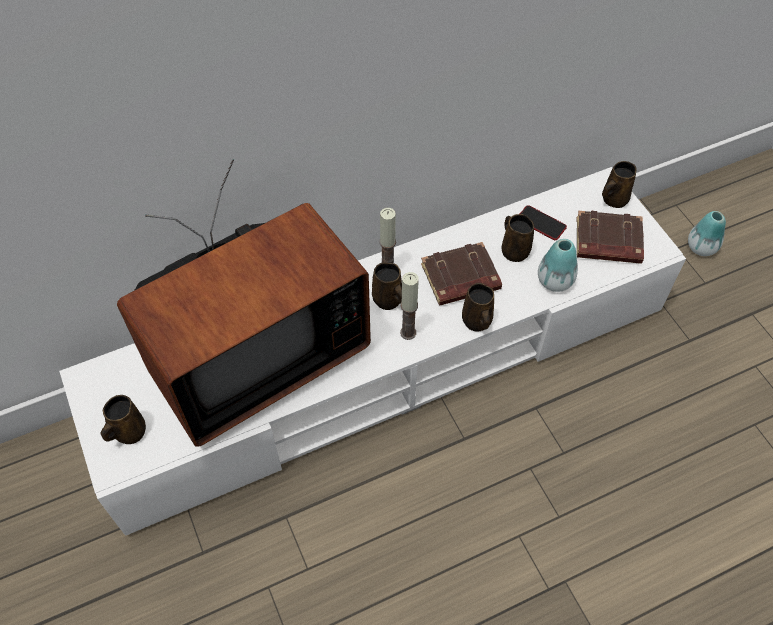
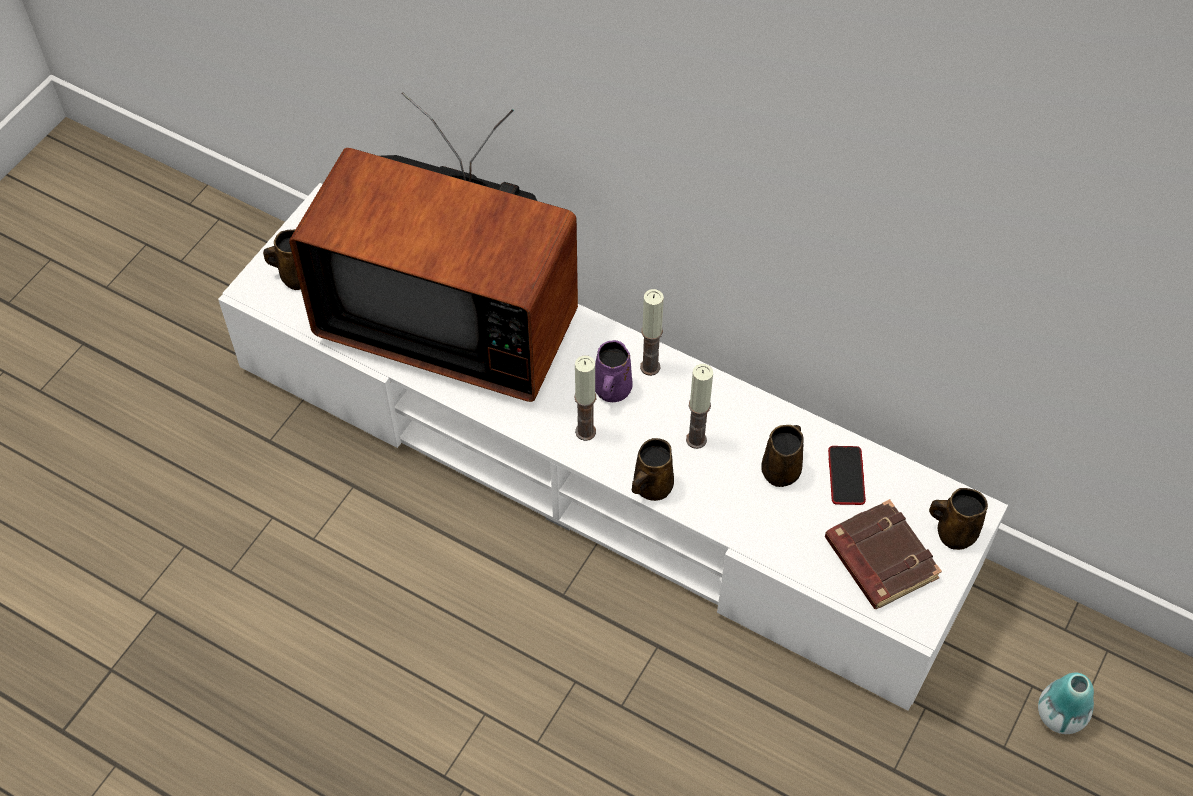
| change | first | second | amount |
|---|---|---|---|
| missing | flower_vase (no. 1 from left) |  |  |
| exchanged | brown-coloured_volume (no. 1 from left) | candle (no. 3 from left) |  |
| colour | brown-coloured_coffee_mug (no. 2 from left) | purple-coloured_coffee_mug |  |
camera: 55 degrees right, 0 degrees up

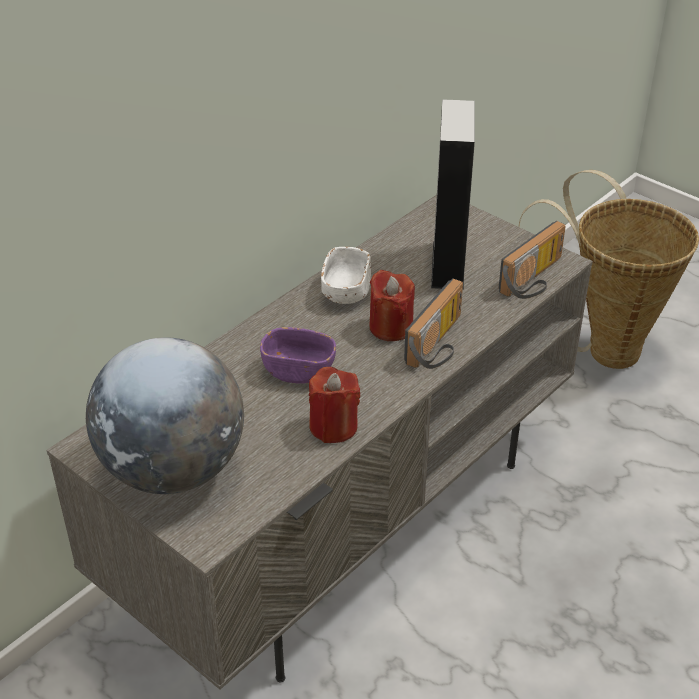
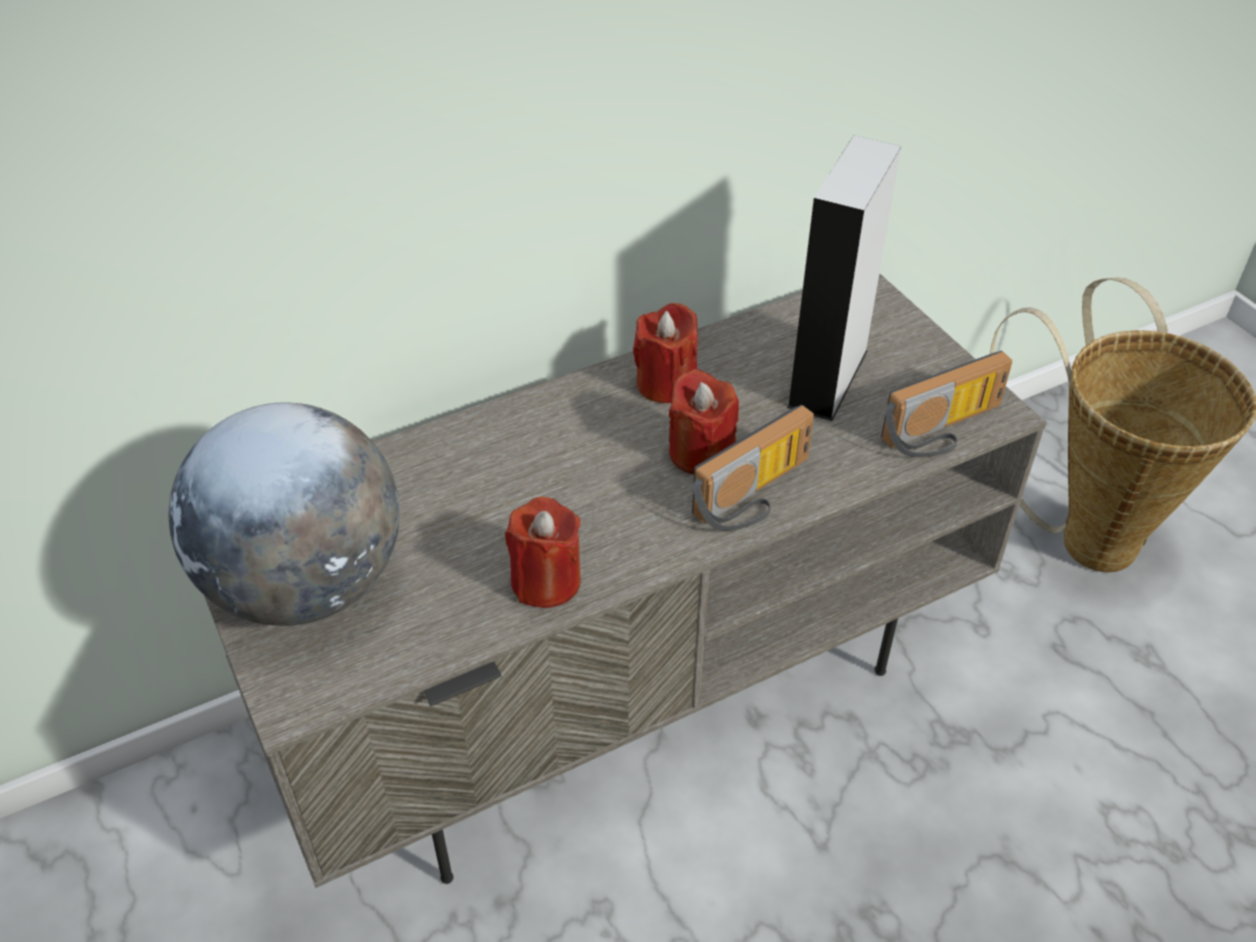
| change | first | second | amount |
|---|---|---|---|
| exchanged | white_serving_bowl | red_candle (no. 2 from left) |  |
| missing | purple-coloured_serving_bowl |  |  |
camera: 20 degrees right, 5 degrees up

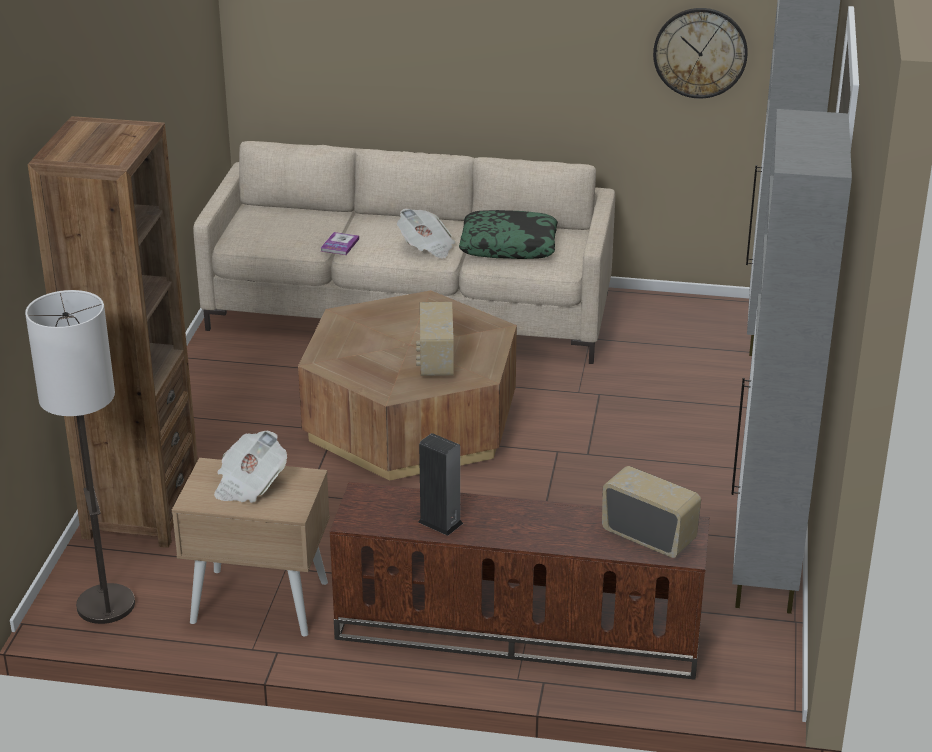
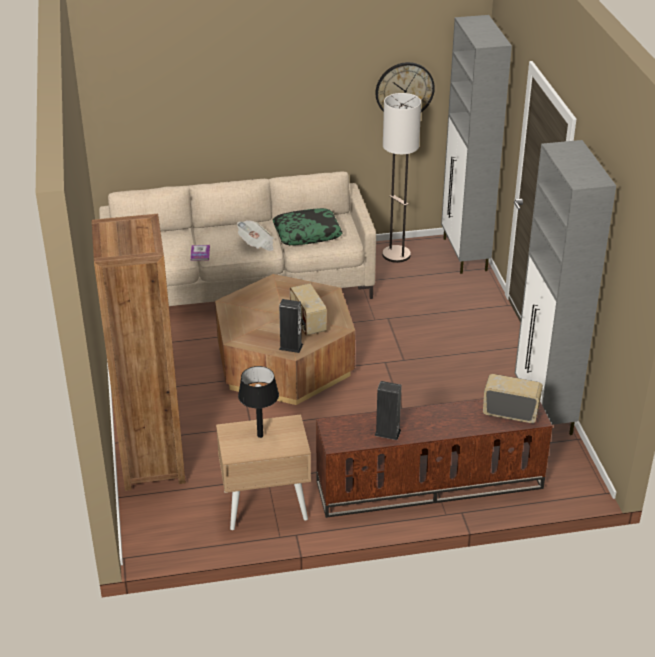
| change | first | second | amount |
|---|---|---|---|
| relocated | standard_lamp |  |  |
| exchanged | daily_paper (no. 1 from left) | black-coloured_tabletop_lamp |  |
| appeared |  | speaker (no. 1 from left) |  |
camera: 20 degrees left, 5 degrees up

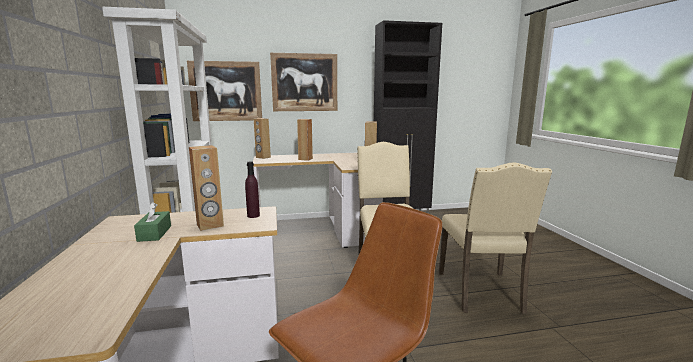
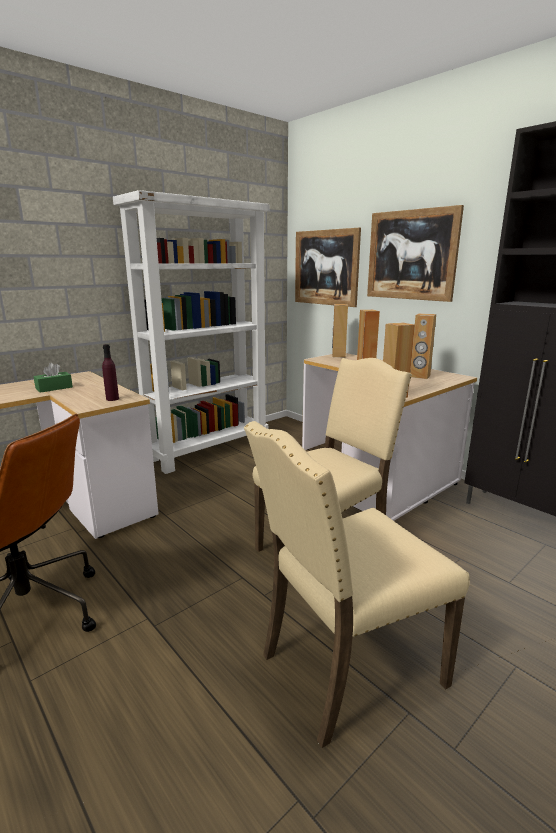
| change | first | second | amount |
|---|---|---|---|
| relocated | brown-coloured_speaker (no. 1 from left in the first image) | brown-coloured_speaker (no. 4 from left) |  |
camera: 60 degrees right, 5 degrees up

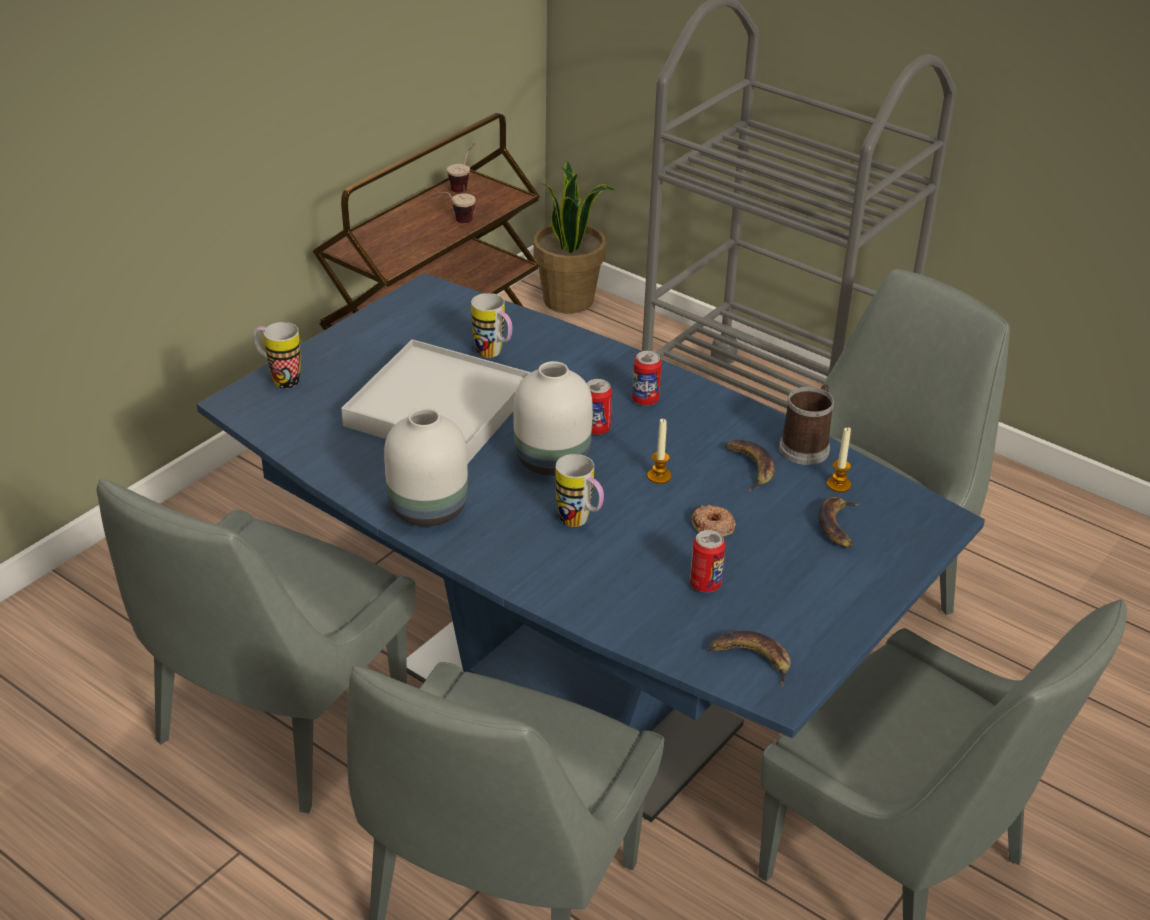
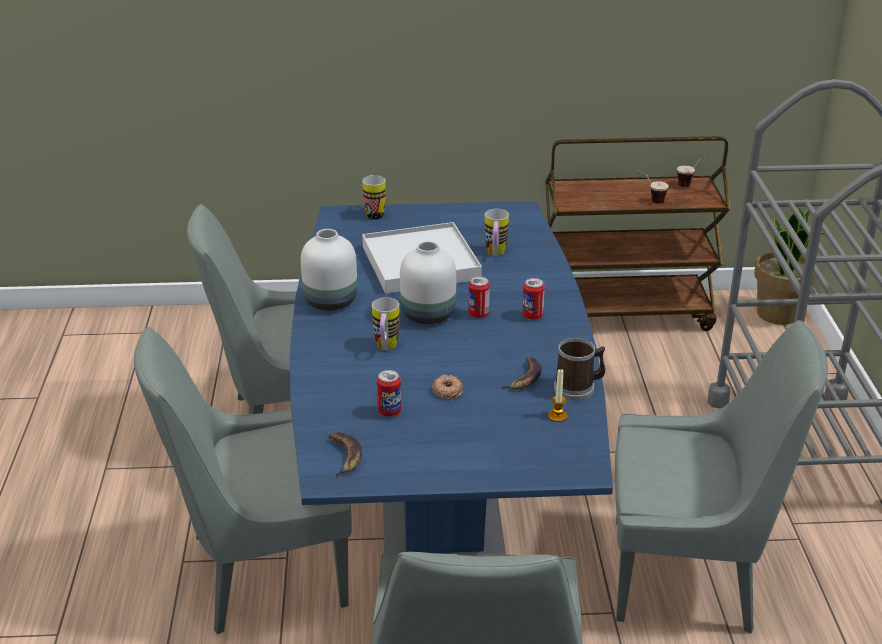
| change | first | second | amount |
|---|---|---|---|
| missing | candle (no. 1 from left) |  |  |
| missing | whole_banana (no. 3 from left) |  |  |
camera: 50 degrees right, 5 degrees down

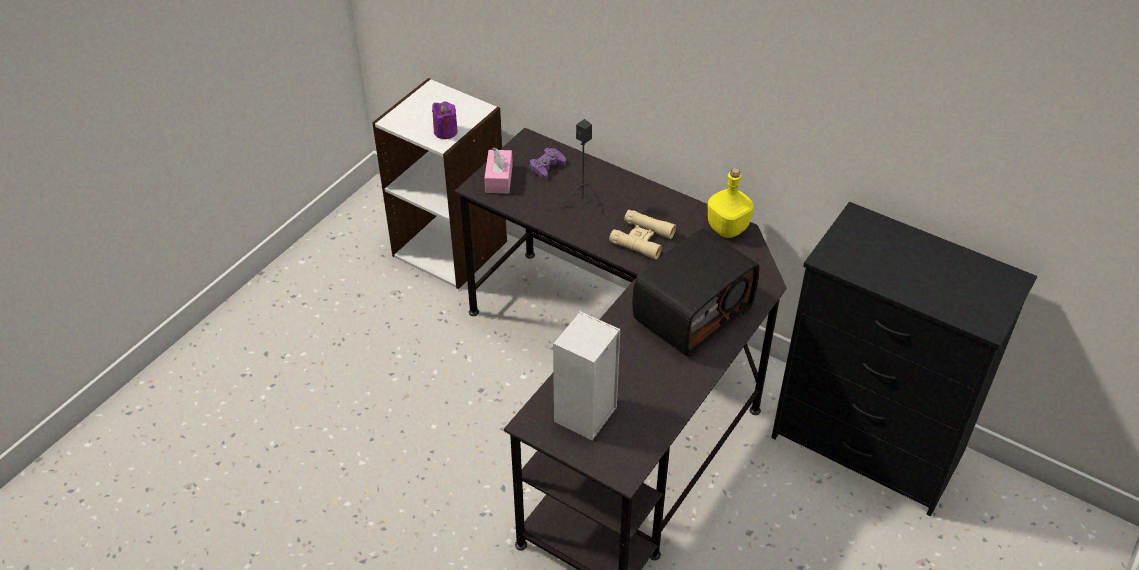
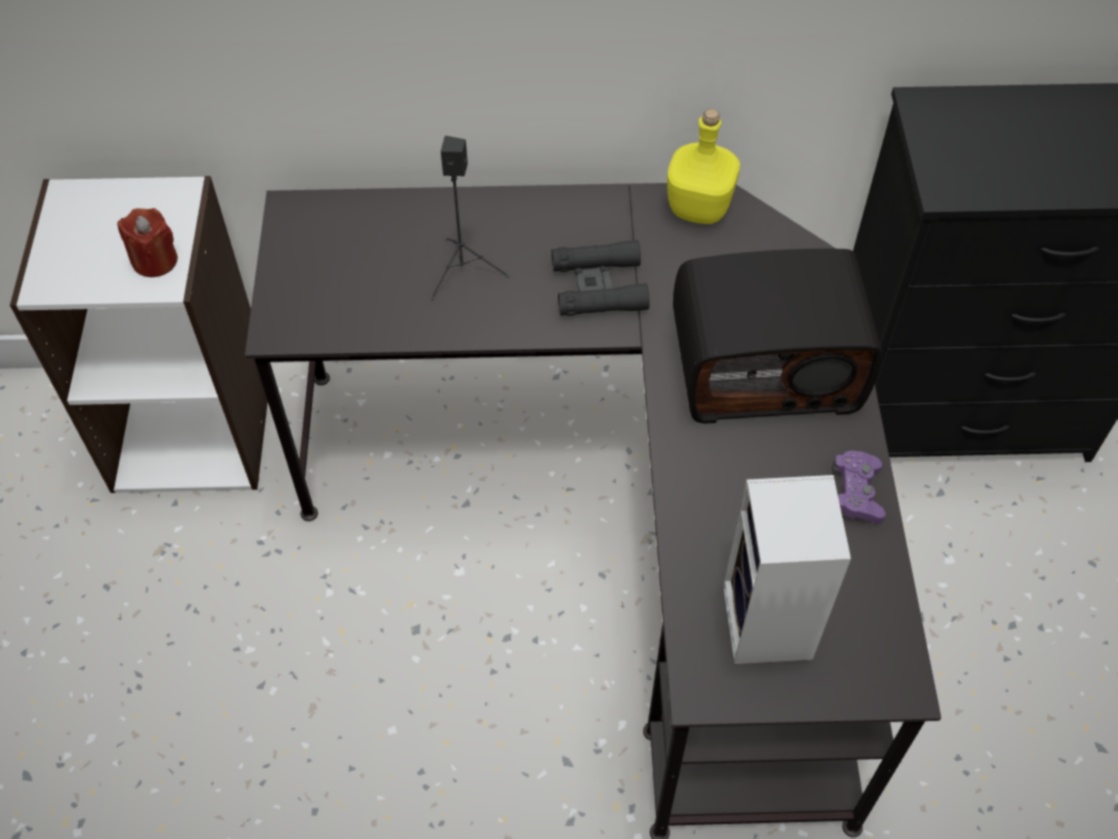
| change | first | second | amount |
|---|---|---|---|
| colour | purple-coloured_candle | red_candle |  |
| missing | pinkish_tissue_box |  |  |
| relocated | purple-coloured_game_controller |  |  |
| colour | beige_field_glasses | black-coloured_field_glasses |  |
| spun | radio_set |  | 75 degrees clockwise |
camera: 35 degrees left, 10 degrees up

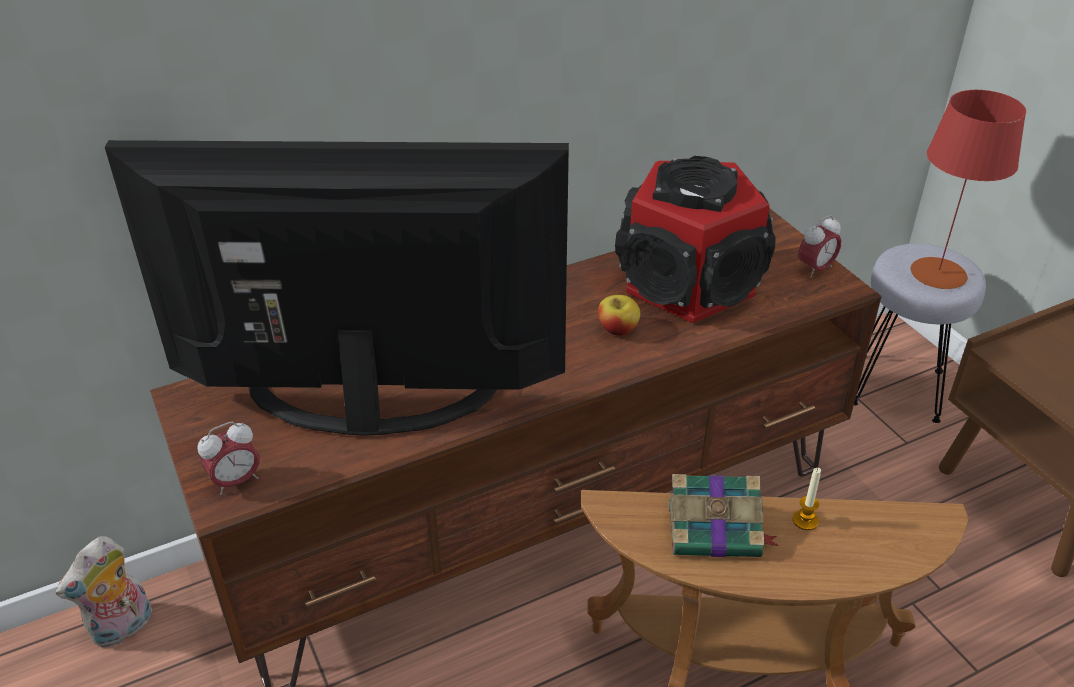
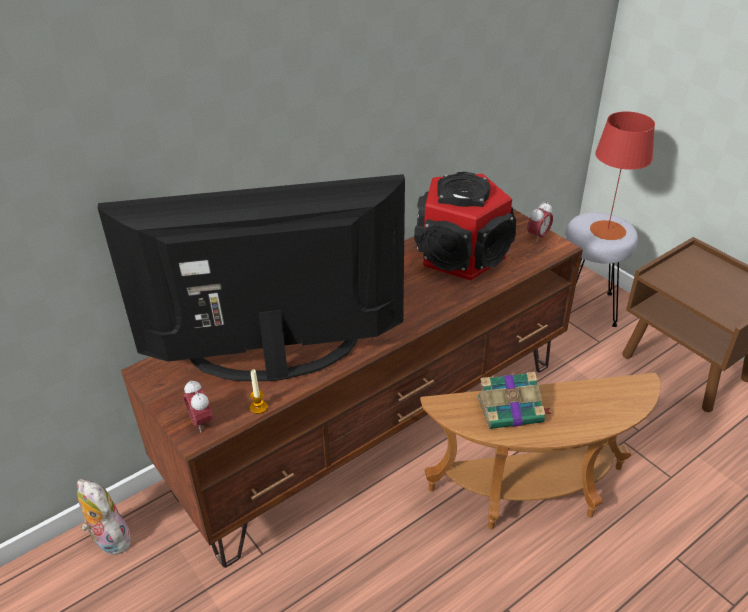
| change | first | second | amount |
|---|---|---|---|
| missing | apple_fruit |  |  |
| spun | table_clock (no. 1 from left) |  | 105 degrees clockwise |
| relocated | candle |  |  |
| spun | plush_toy |  | 105 degrees clockwise |
camera: 10 degrees left, 0 degrees up

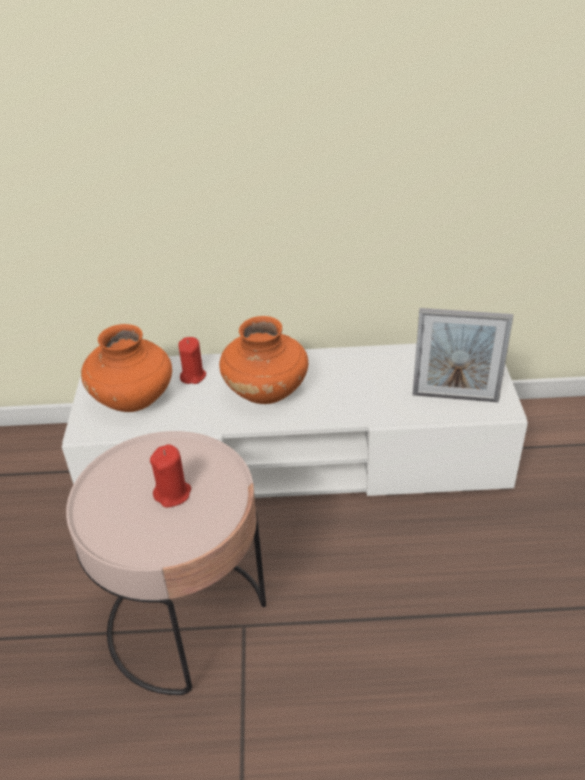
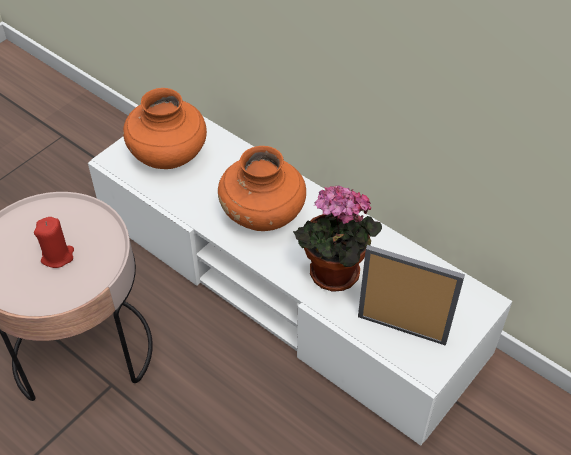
| change | first | second | amount |
|---|---|---|---|
| spun | standing_frame |  | 150 degrees clockwise |
| missing | red_candle (no. 2 from left) |  |  |
| appeared |  | potted_plant |  |
camera: 40 degrees right, 10 degrees up

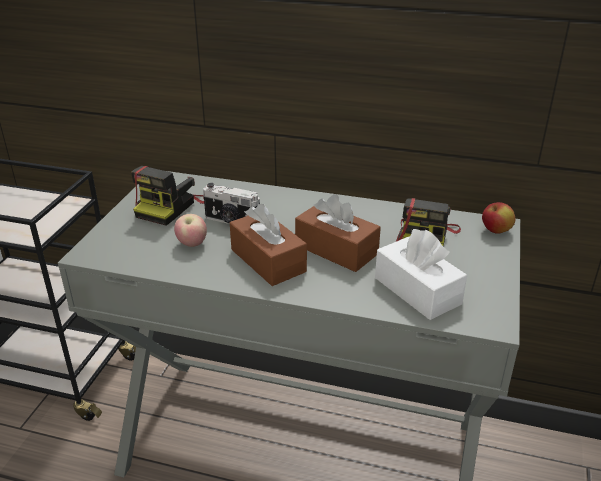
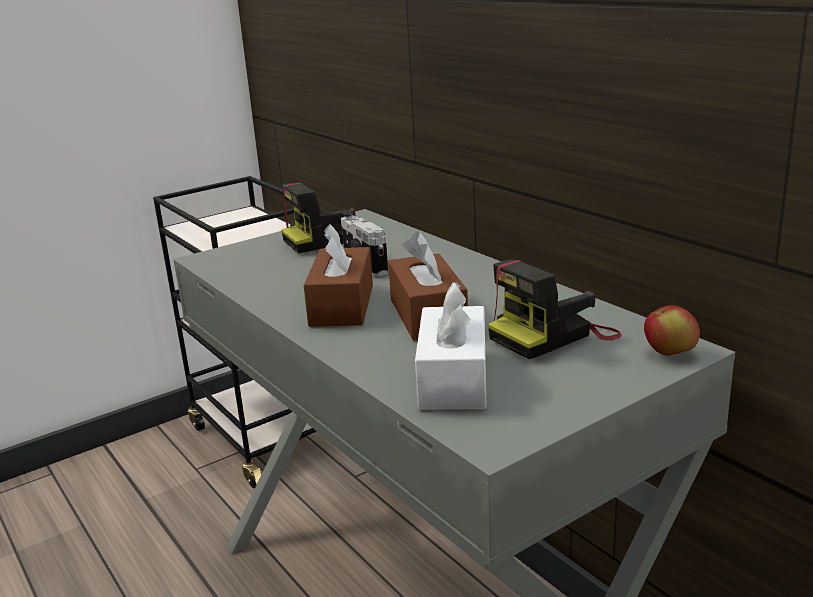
| change | first | second | amount |
|---|---|---|---|
| missing | apple_fruit (no. 1 from left) |  |  |
camera: 40 degrees right, 10 degrees down

